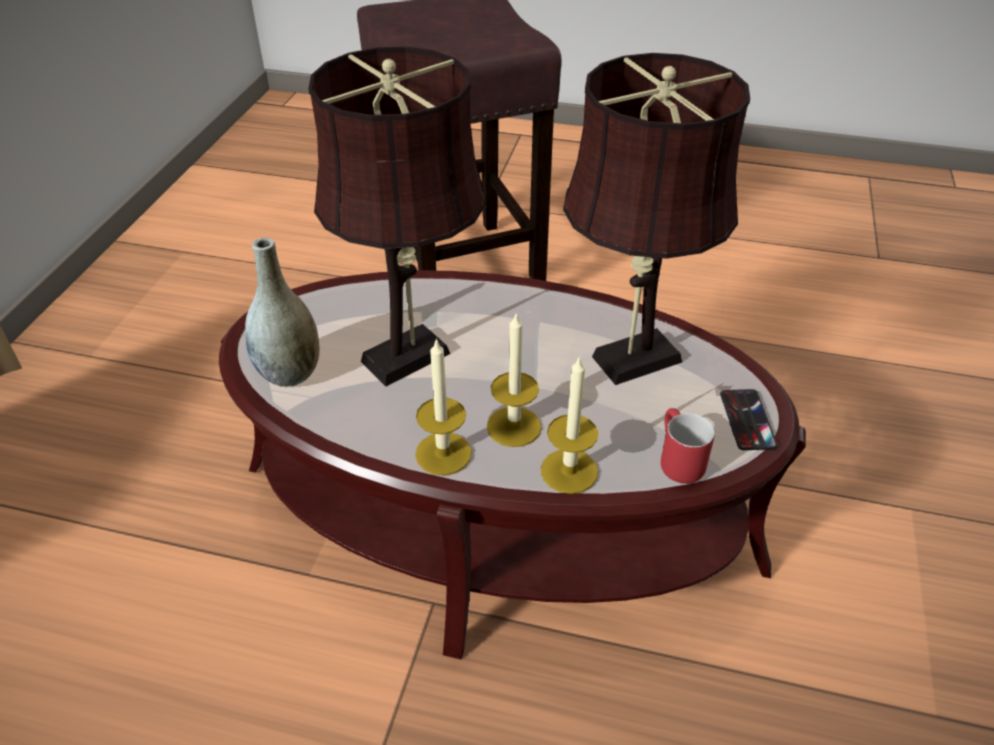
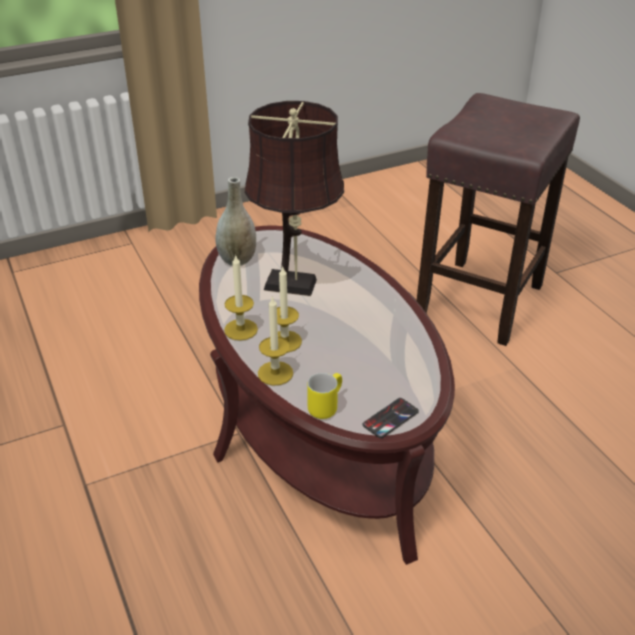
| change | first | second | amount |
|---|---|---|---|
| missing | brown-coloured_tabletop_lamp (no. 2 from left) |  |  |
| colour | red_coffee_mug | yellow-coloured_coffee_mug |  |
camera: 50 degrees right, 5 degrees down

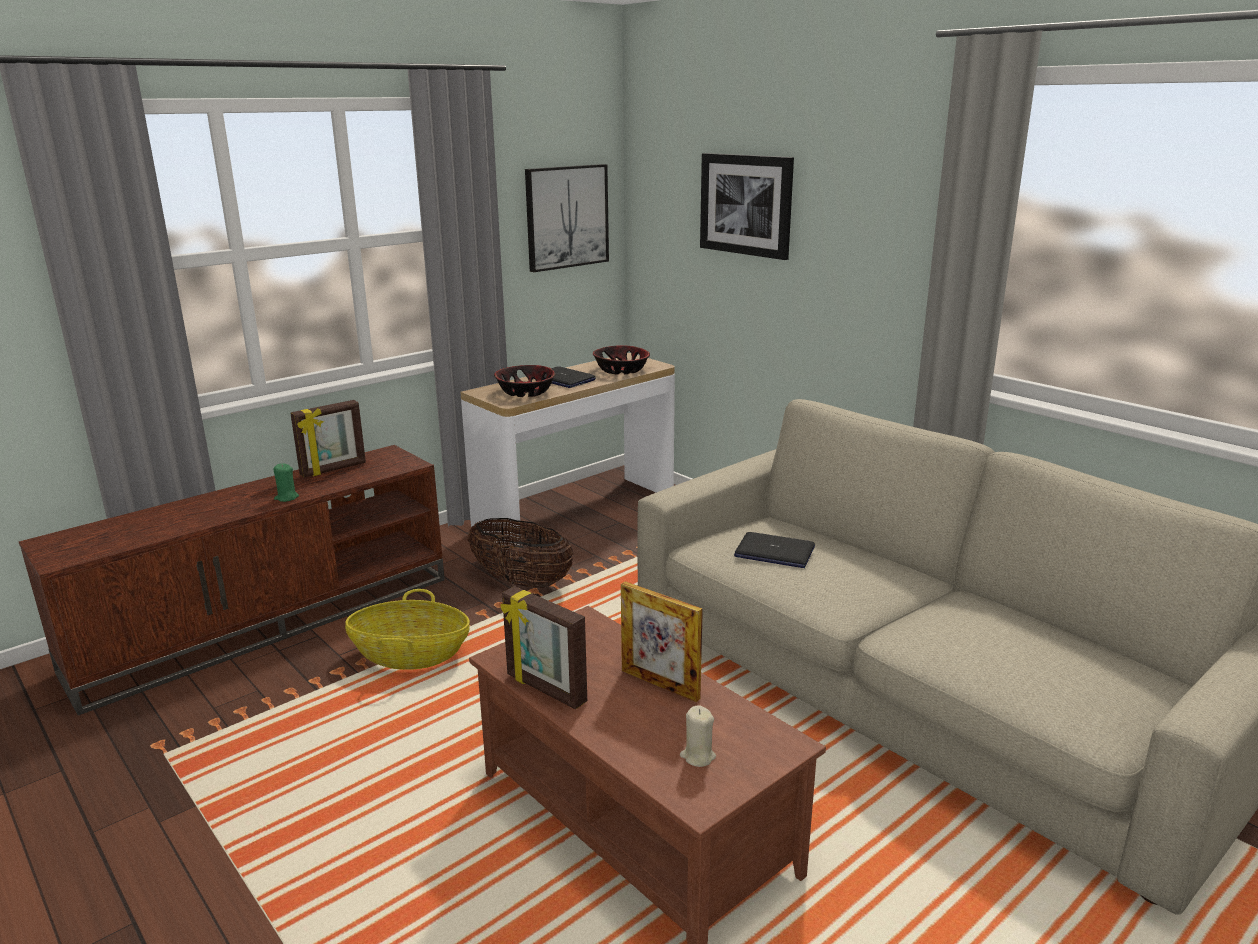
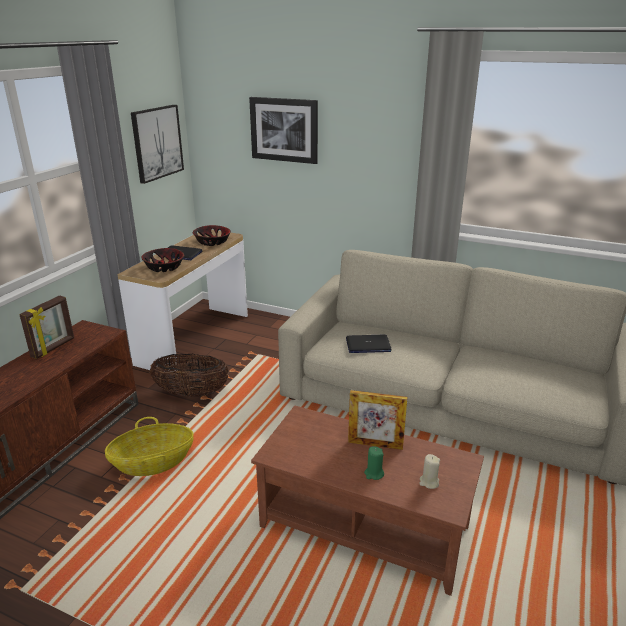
| change | first | second | amount |
|---|---|---|---|
| relocated | greenish_candle |  |  |
| missing | standing_frame (no. 2 from left) |  |  |
camera: 25 degrees left, 5 degrees up

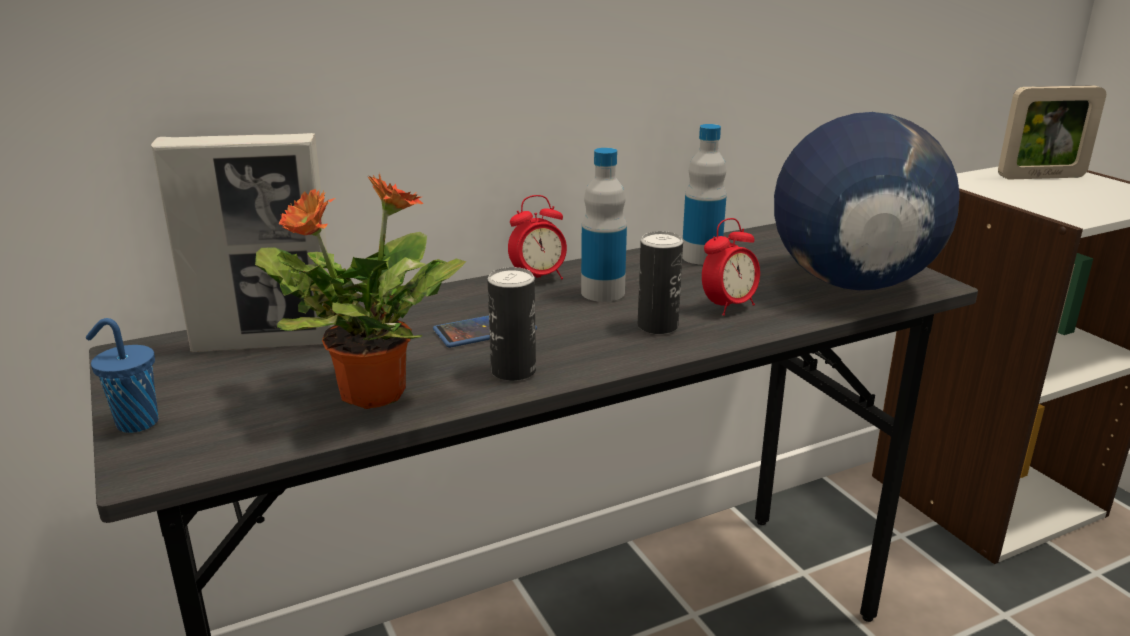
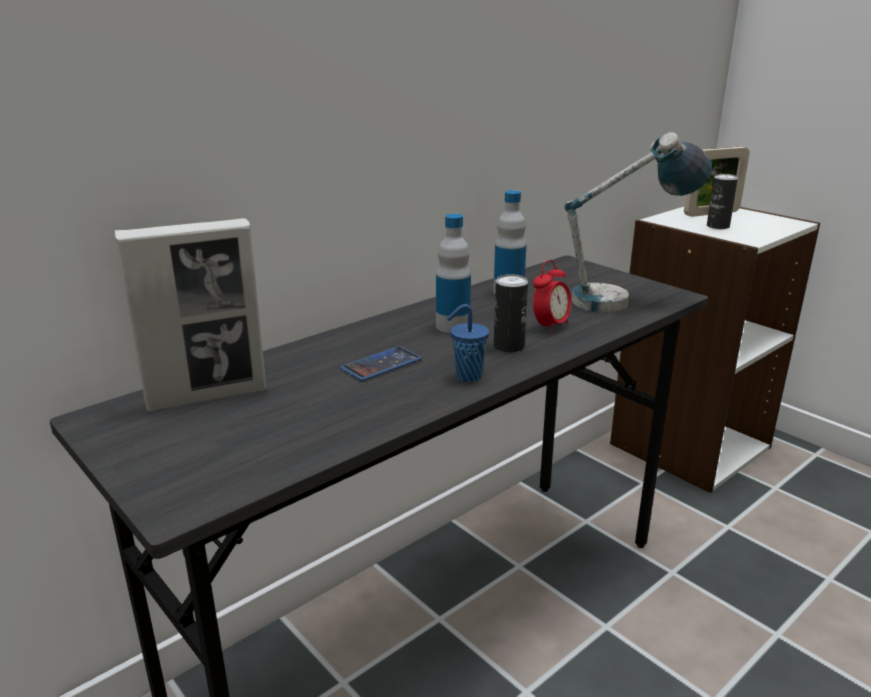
| change | first | second | amount |
|---|---|---|---|
| exchanged | desk_globe | tabletop_lamp |  |
| missing | potted_plant |  |  |
| missing | table_clock (no. 1 from left) |  |  |
| relocated | sealed_can (no. 1 from left in the first image) | sealed_can (no. 2 from left) |  |
| relocated | bluish_small_cup |  |  |
camera: 15 degrees left, 0 degrees up

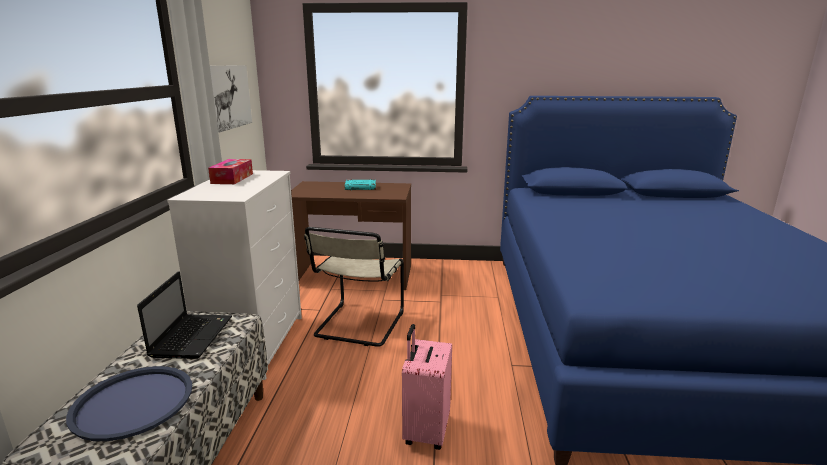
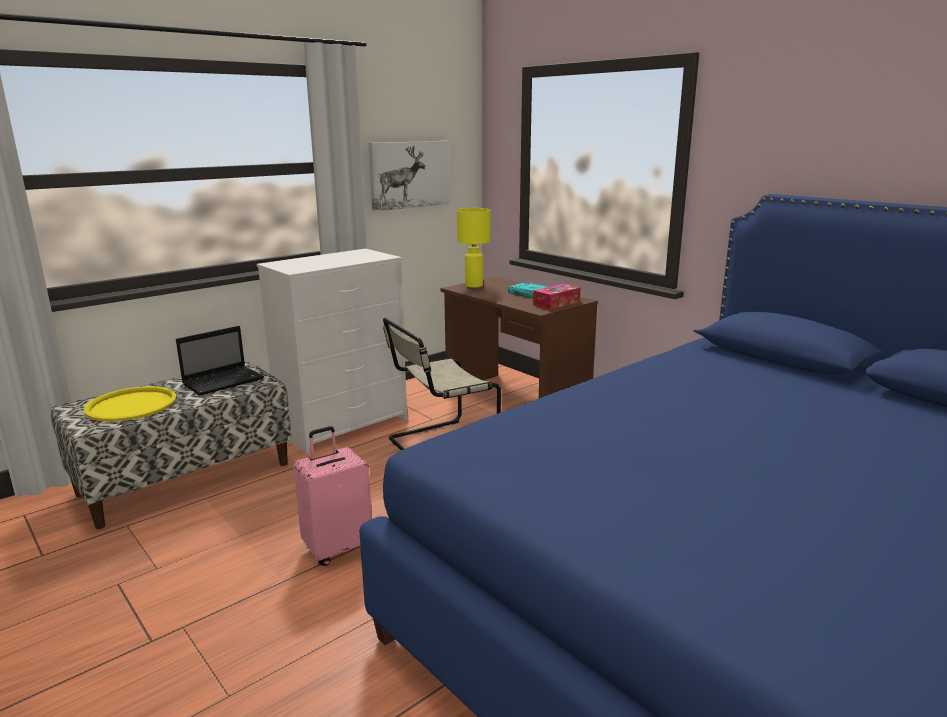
| change | first | second | amount |
|---|---|---|---|
| relocated | tissue_box |  |  |
| colour | bluish_serving_tray | yellow-coloured_serving_tray |  |
| appeared |  | yellow-coloured_tabletop_lamp |  |
camera: 45 degrees right, 0 degrees up

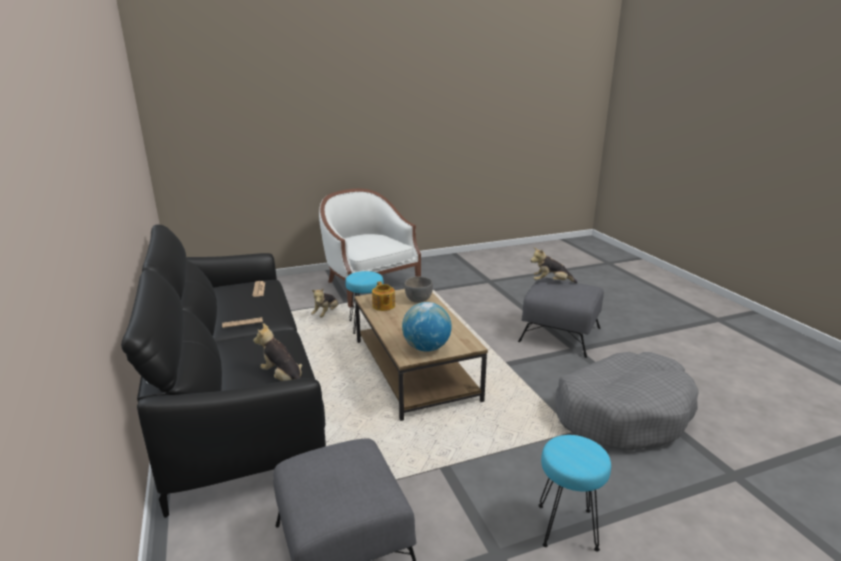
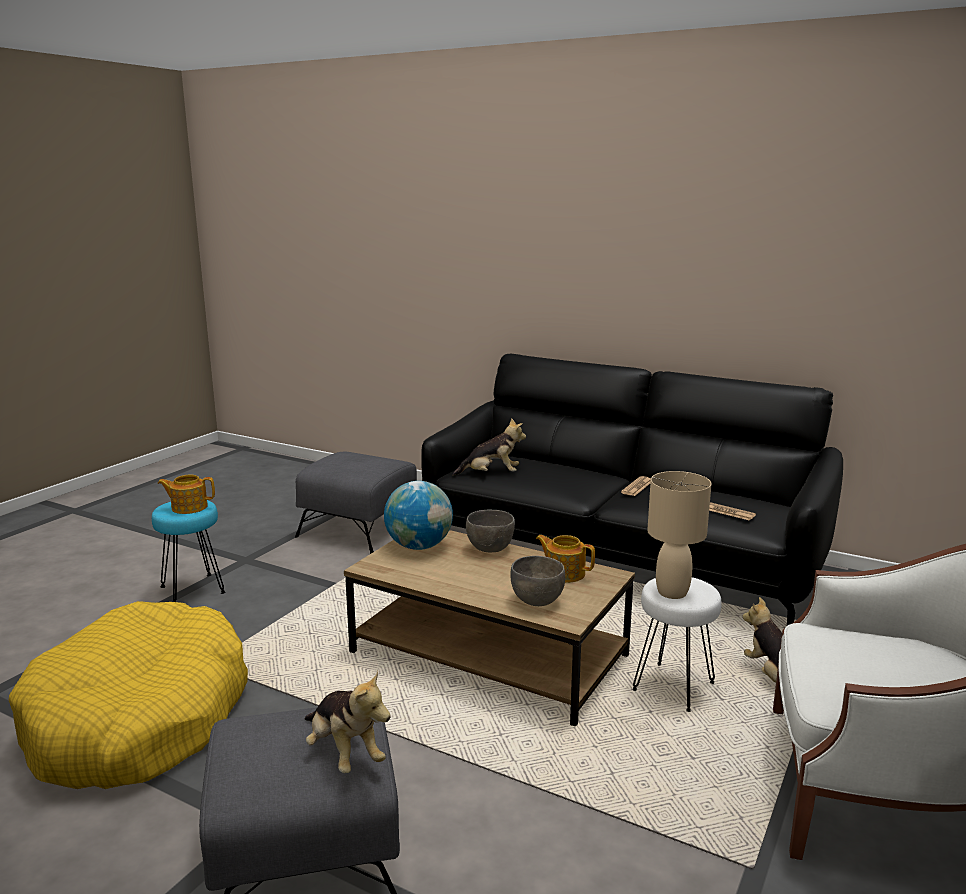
| change | first | second | amount |
|---|---|---|---|
| spun | plush_toy (no. 3 from left in the first image) | plush_toy (no. 1 from left) | 90 degrees clockwise |
| colour | blue-green_stool (no. 1 from left) | white_stool |  |
| colour | greyish_dog_bed | yellow-coloured_dog_bed |  |
| appeared |  | beige_tabletop_lamp |  |
| appeared |  | pot_for_tea (no. 1 from left) |  |
| appeared |  | greyish_serving_bowl (no. 1 from left) |  |
camera: 140 degrees right, 5 degrees down

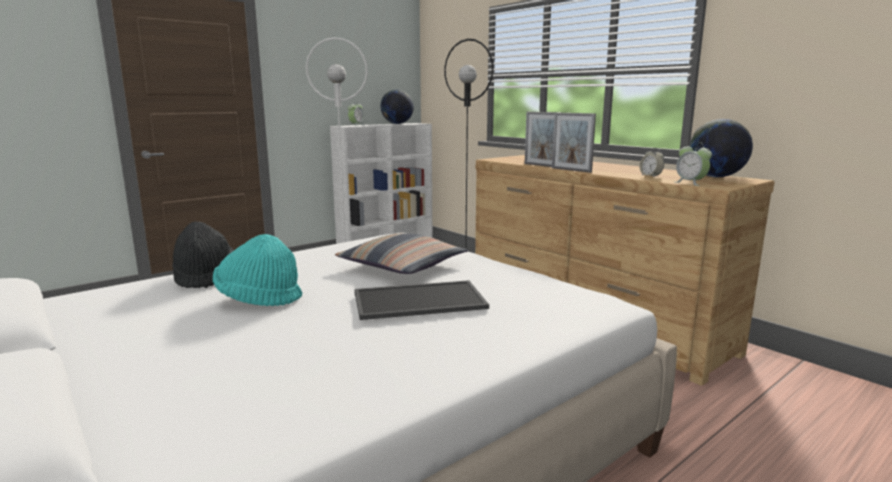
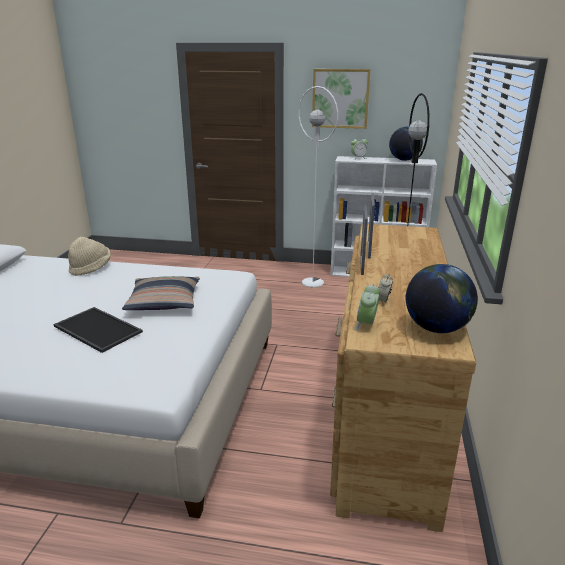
| change | first | second | amount |
|---|---|---|---|
| colour | black-coloured_hat | beige_hat |  |
| missing | blue-green_hat |  |  |
| appeared |  | wall_art |  |
camera: 50 degrees right, 10 degrees up

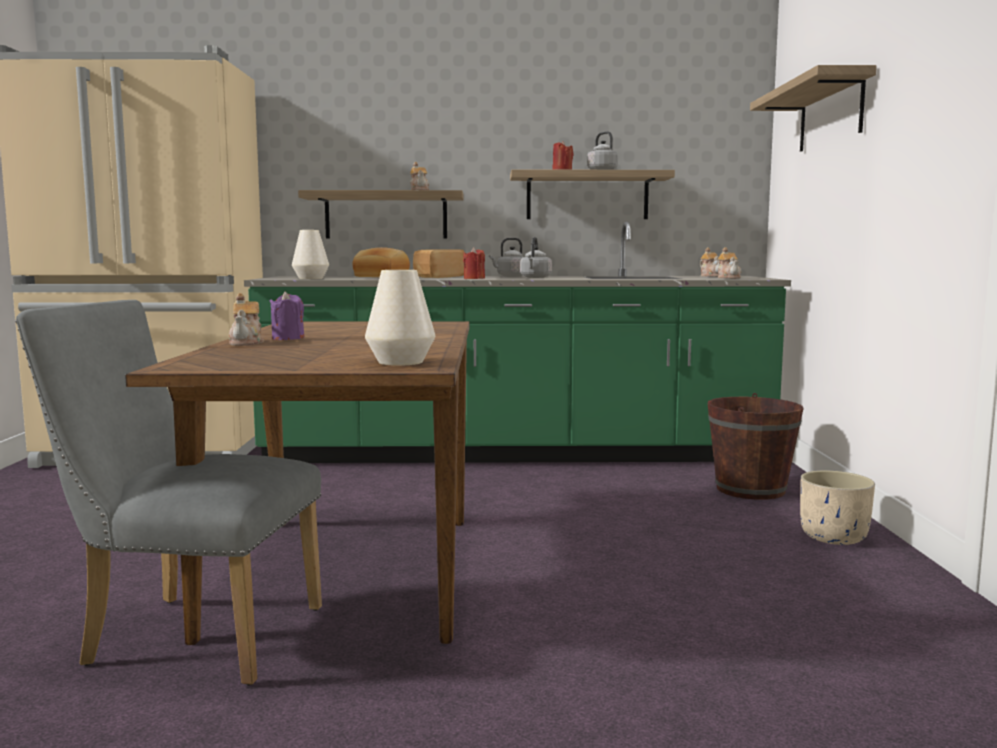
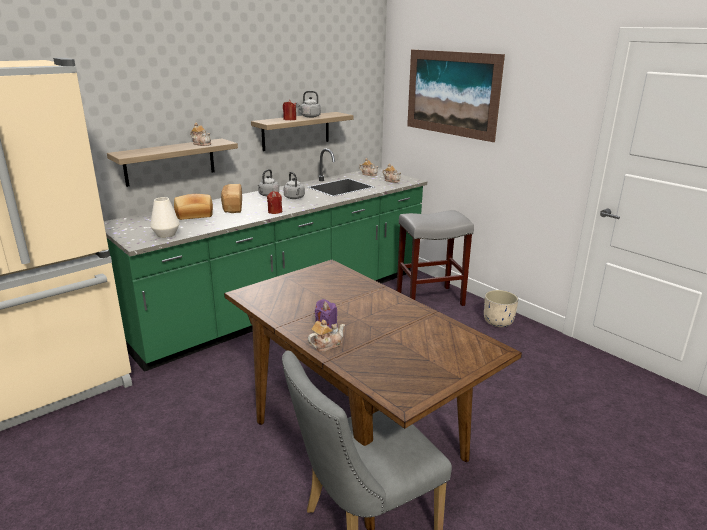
| change | first | second | amount |
|---|---|---|---|
| exchanged | wall_shelf (no. 3 from left) | wall_art |  |
| missing | white_flower_vase (no. 2 from left) |  |  |
| spun | pot_for_tea (no. 1 from left in the first image) | pot_for_tea (no. 2 from left) | 75 degrees counterclockwise |
| exchanged | brown-coloured_water_bucket | greyish_stool |  |
camera: 40 degrees left, 15 degrees up

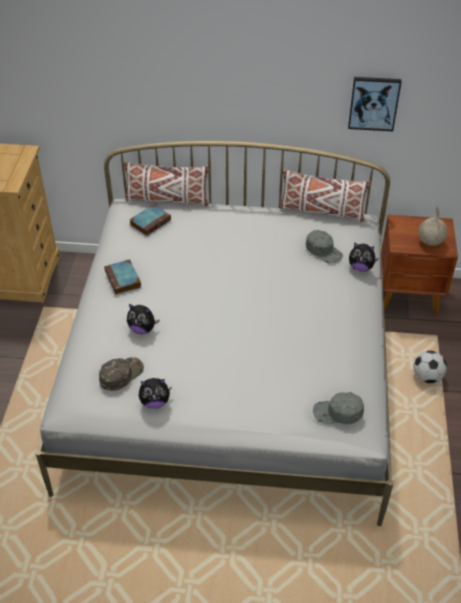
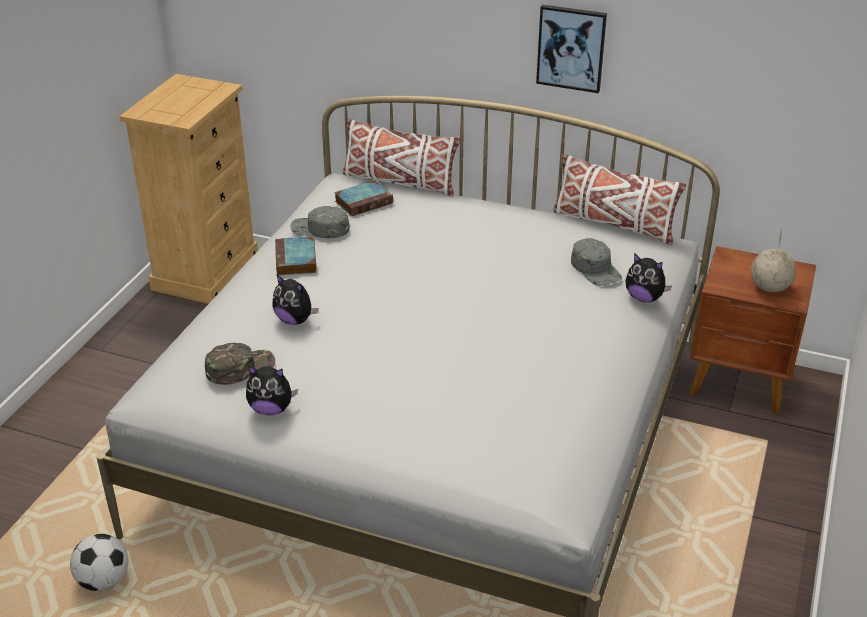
| change | first | second | amount |
|---|---|---|---|
| relocated | wall_art |  |  |
| relocated | football_ball |  |  |
| relocated | greyish_cap (no. 2 from left in the first image) | greyish_cap (no. 1 from left) |  |
camera: 15 degrees right, 10 degrees down

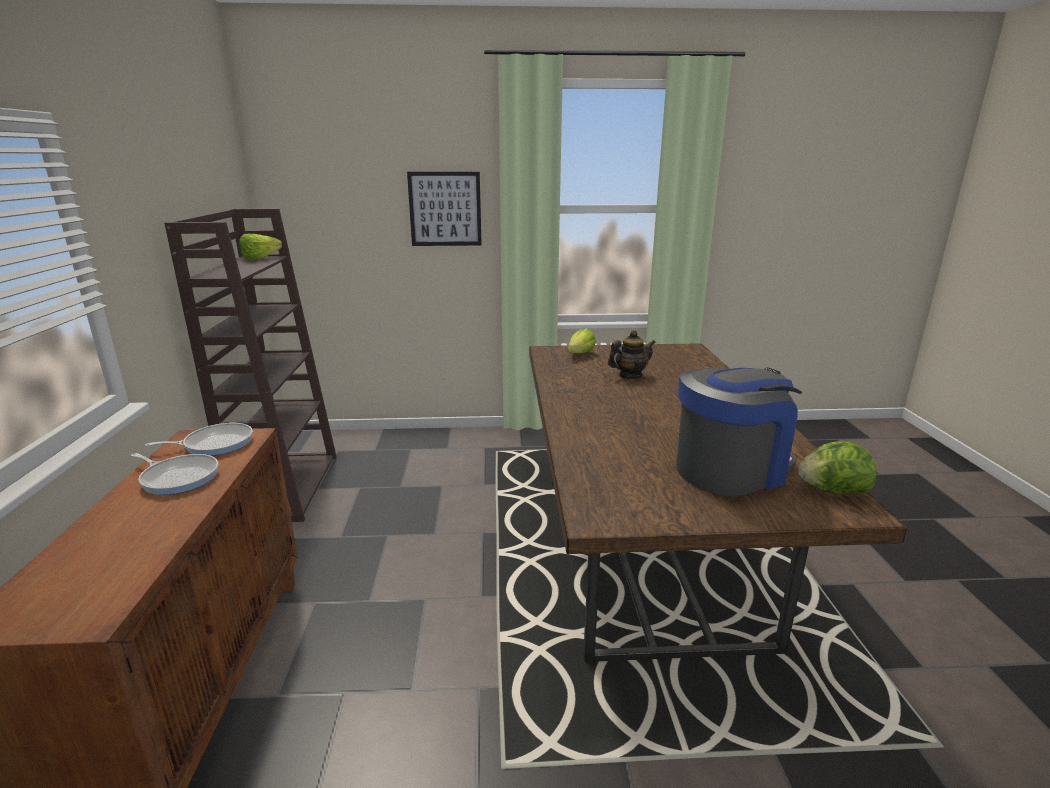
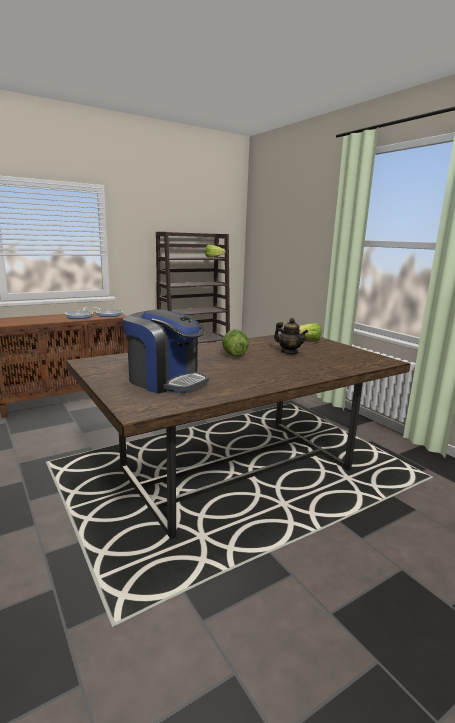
| change | first | second | amount |
|---|---|---|---|
| missing | wall_art |  |  |
| relocated | lettuce (no. 3 from left in the first image) | lettuce (no. 2 from left) |  |
camera: 60 degrees right, 5 degrees down

